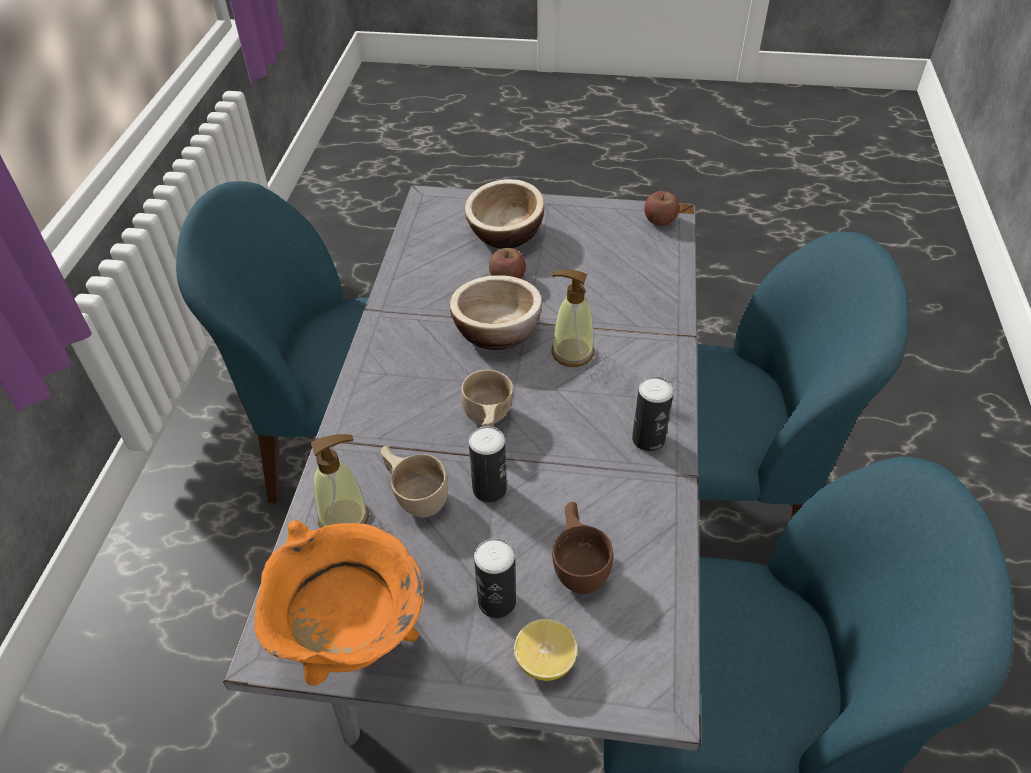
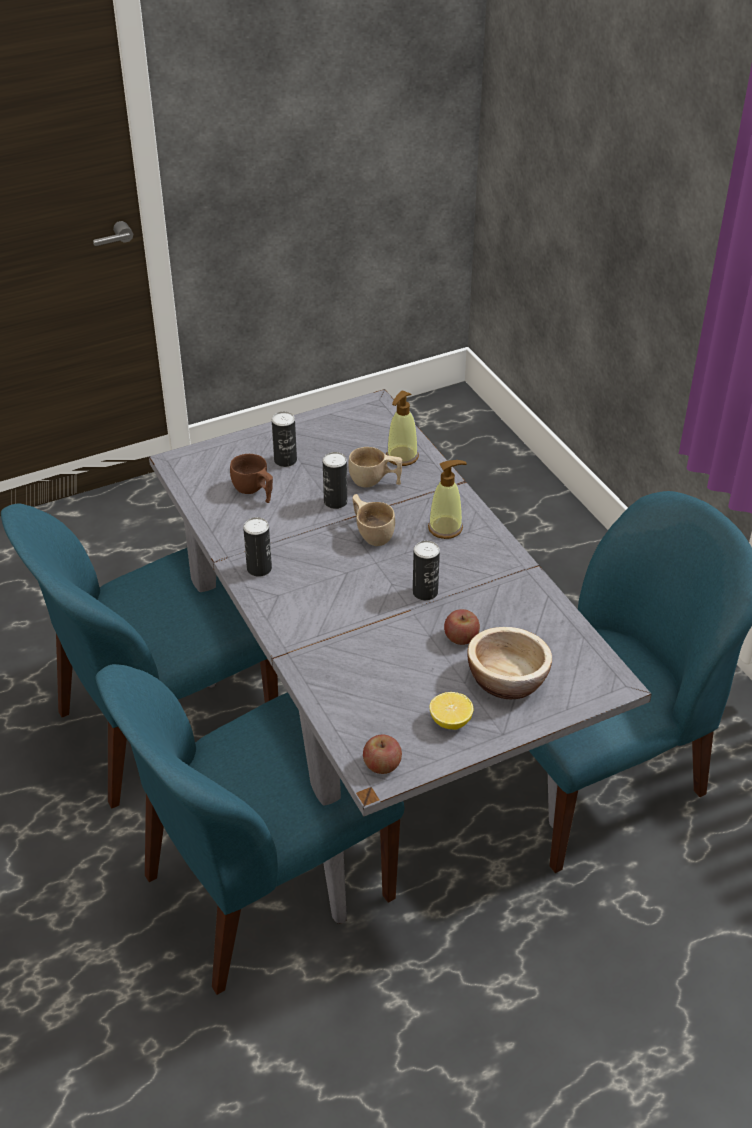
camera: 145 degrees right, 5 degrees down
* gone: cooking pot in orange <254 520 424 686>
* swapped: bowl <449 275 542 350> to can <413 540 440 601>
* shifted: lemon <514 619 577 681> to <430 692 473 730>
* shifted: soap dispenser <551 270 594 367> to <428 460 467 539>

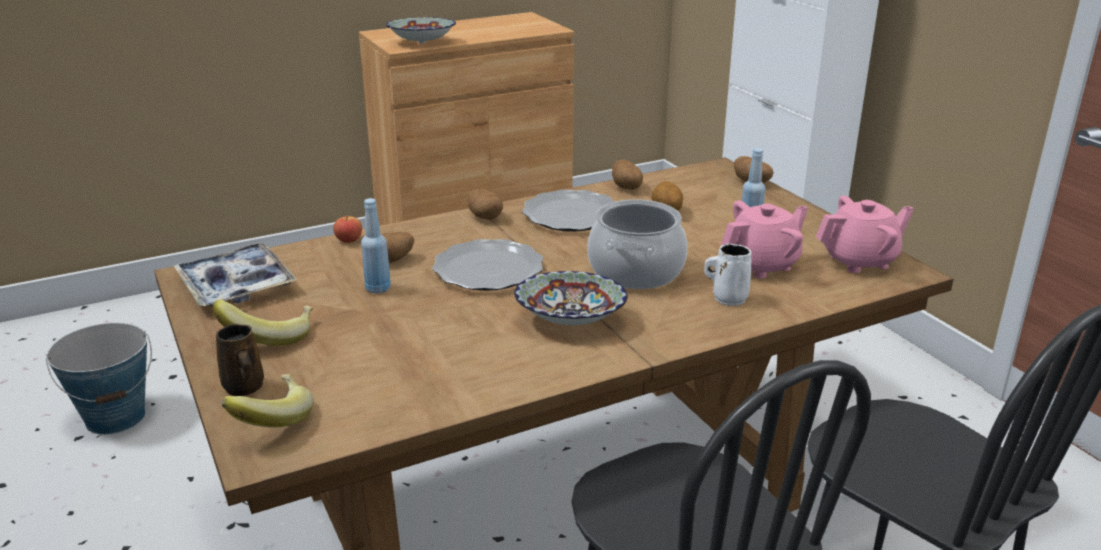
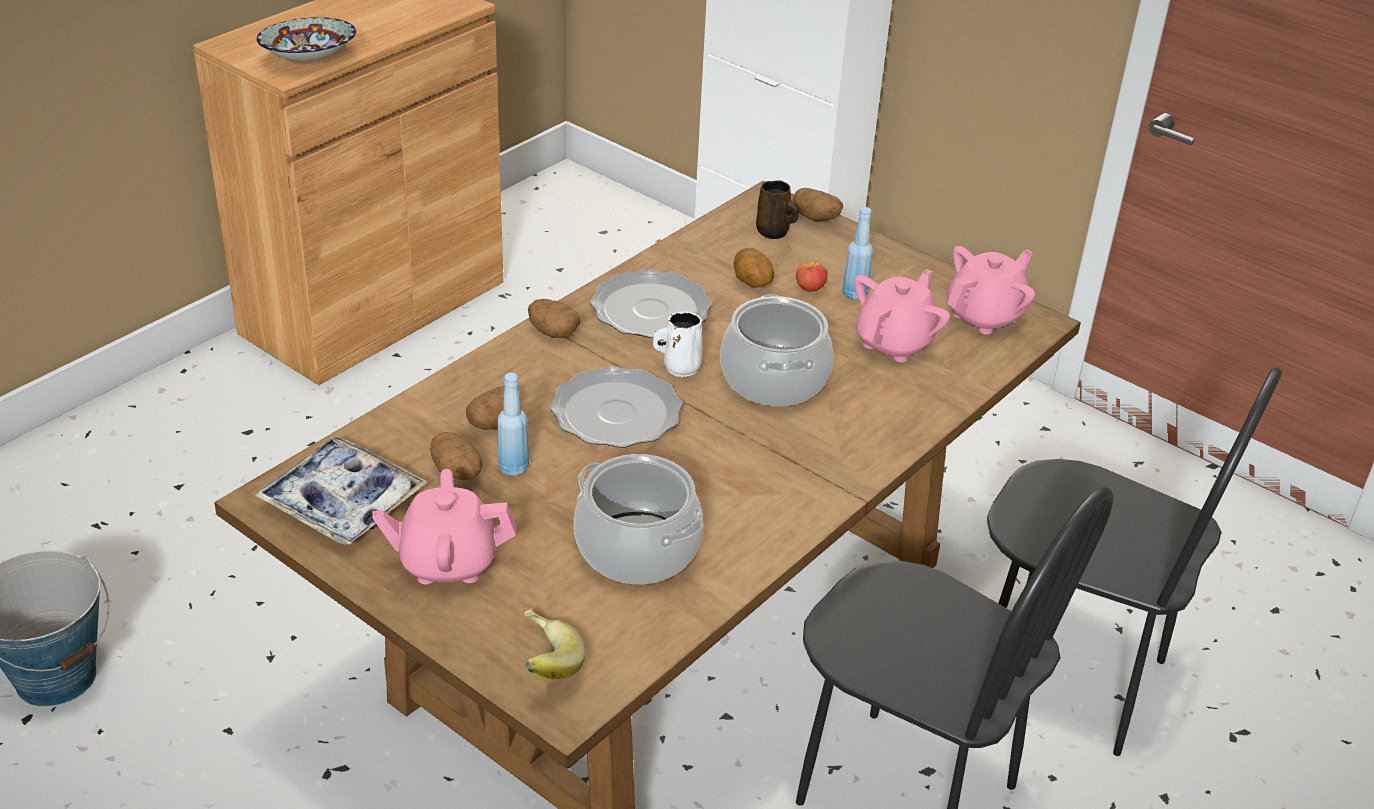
camera: 25 degrees left, 10 degrees up
* swapped: banana <213 300 314 346> to teapot in pink <372 469 516 584>
* shifted: mug in brown <216 324 264 396> to <756 180 799 239>
* shifted: apple <333 215 362 243> to <796 261 828 292>
* gone: bowl <514 271 628 325>
* shifted: potato <612 160 643 190> to <430 432 482 480>
* shifted: mug in white <704 244 752 306> to <653 312 703 377>
* new: cooking pot <574 454 704 584>

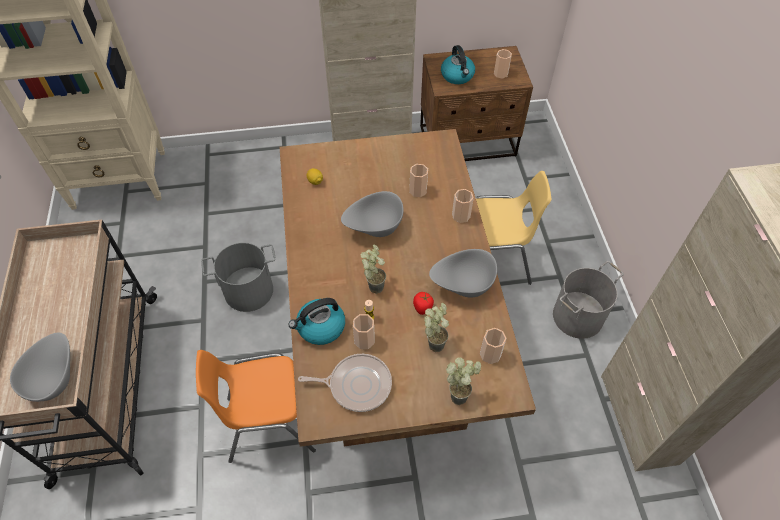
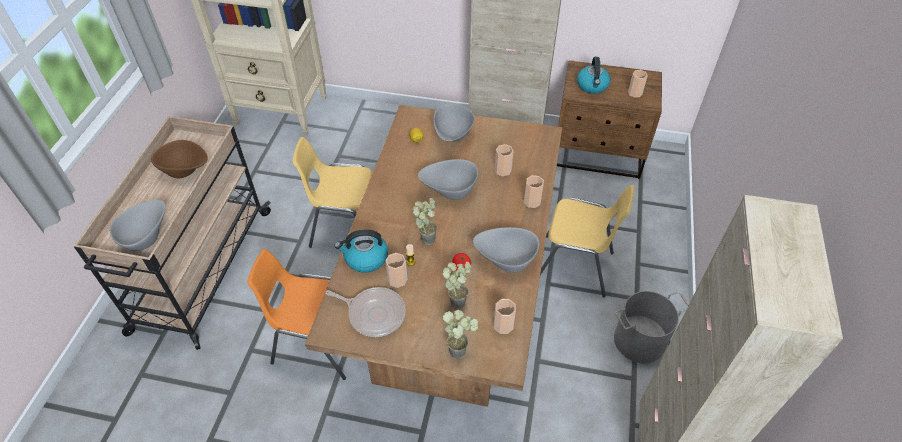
camera: 20 degrees right, 5 degrees down
* swapped: bucket in grey <201 242 276 312> to chair in yellow <292 137 373 248>
* new: bowl in brown <151 140 208 178>
* new: bowl in grey <433 103 475 142>

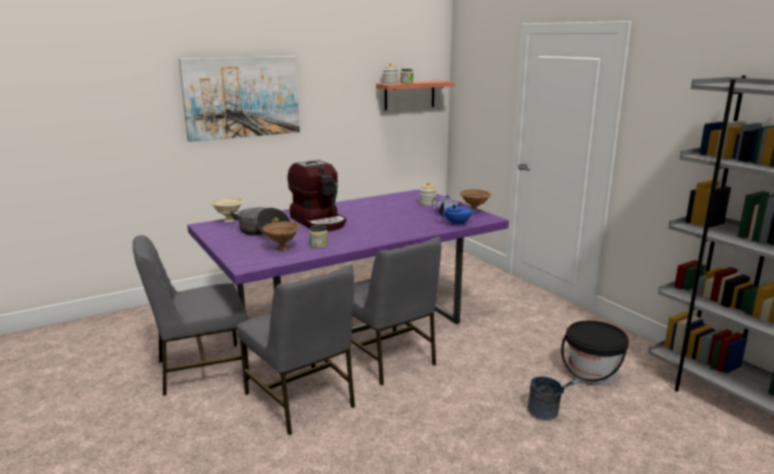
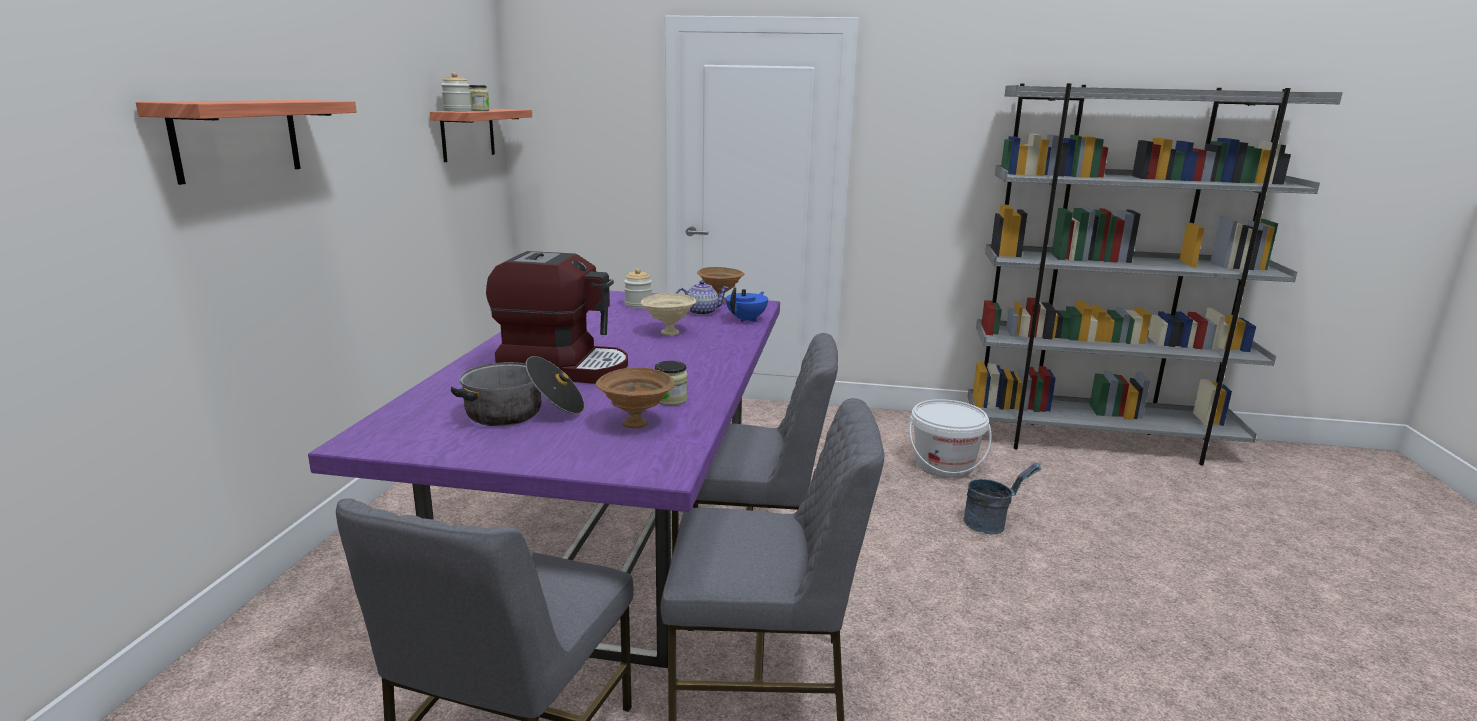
camera: 50 degrees left, 0 degrees up
* swapped: picture <179 56 300 142> to shelf <136 100 357 185>
* shifted: bowl in beige <210 197 244 223> to <641 293 697 336>
* repainted: bucket in black <561 321 629 386> to bucket in white <909 399 992 478>

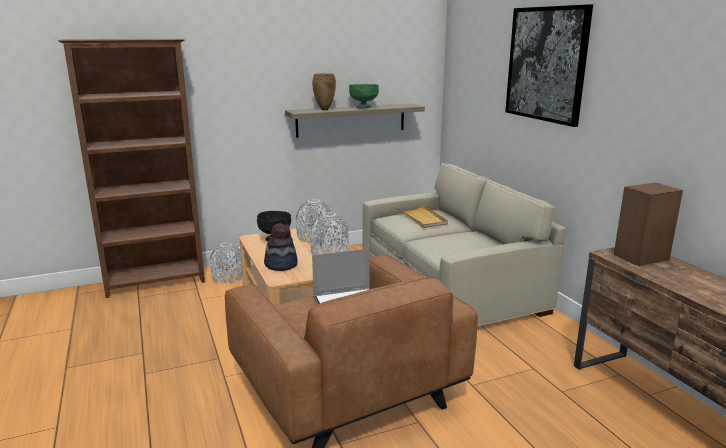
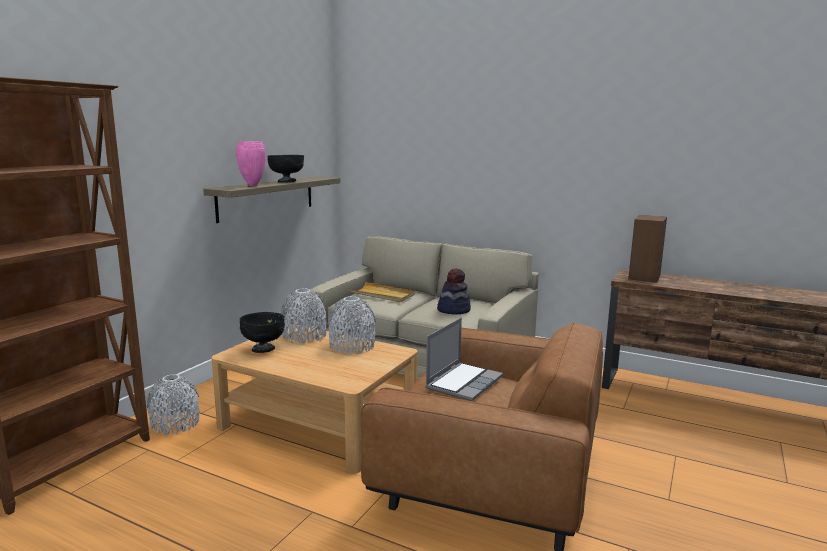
camera: 40 degrees left, 5 degrees down
* shifted: hat <264 223 298 271> to <437 268 471 315>
* repainted: vase in brown <312 73 336 110> to vase in pink <236 141 266 186>
* repainted: bowl in green <349 84 379 108> to bowl in black <268 155 304 182>
* gone: picture <505 4 593 127>

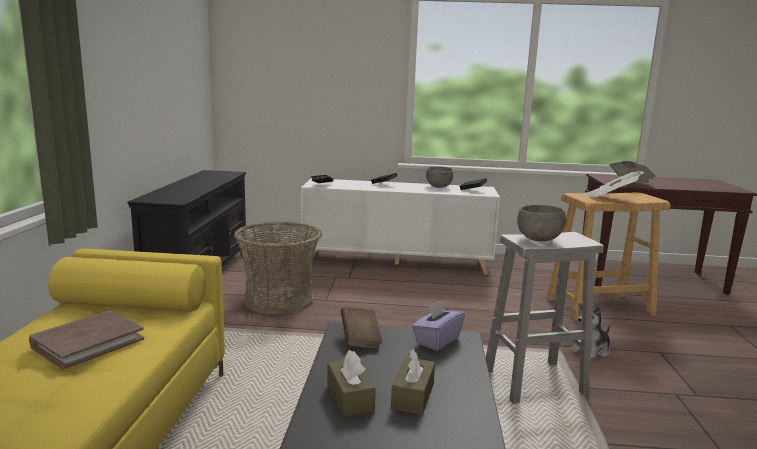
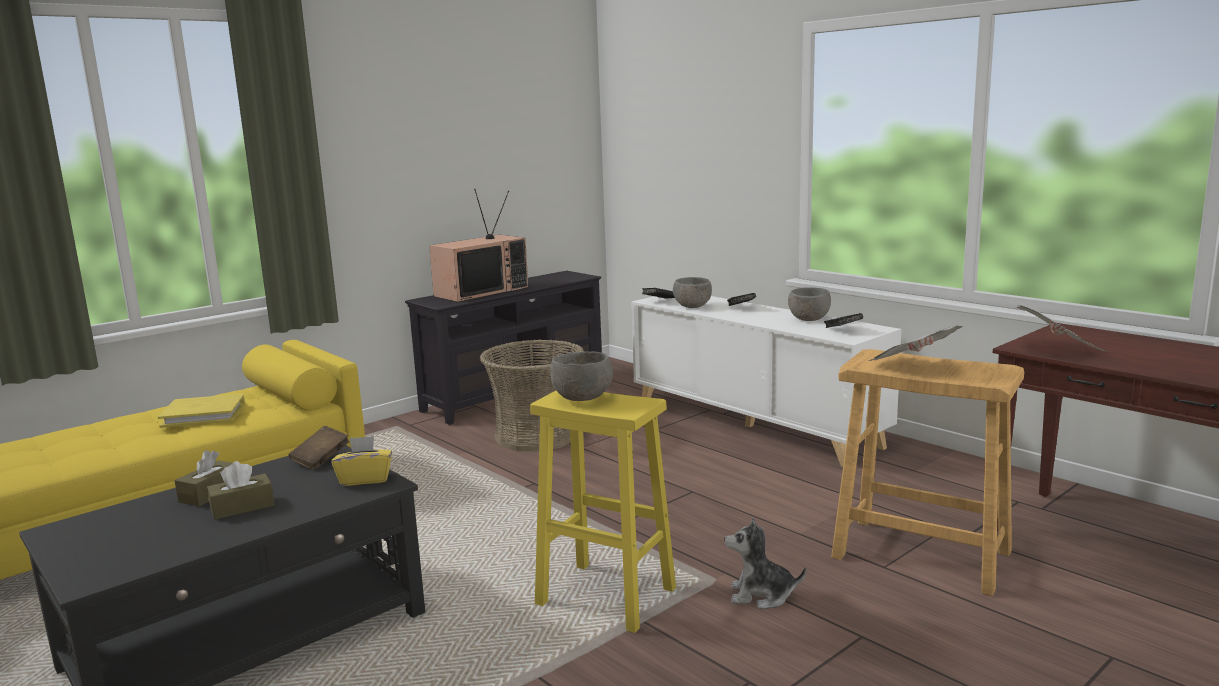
camera: 45 degrees right, 0 degrees up
* repainted: book in brown <29 311 144 370> to book in yellow <158 394 245 428>
* repainted: tissue box in purple <412 300 465 351> to tissue box in yellow <332 436 392 486>
* repainted: stool in white <486 232 604 404> to stool in yellow <530 391 676 633>
* new: television <429 189 528 303>
* new: bowl in grey <673 277 712 308>

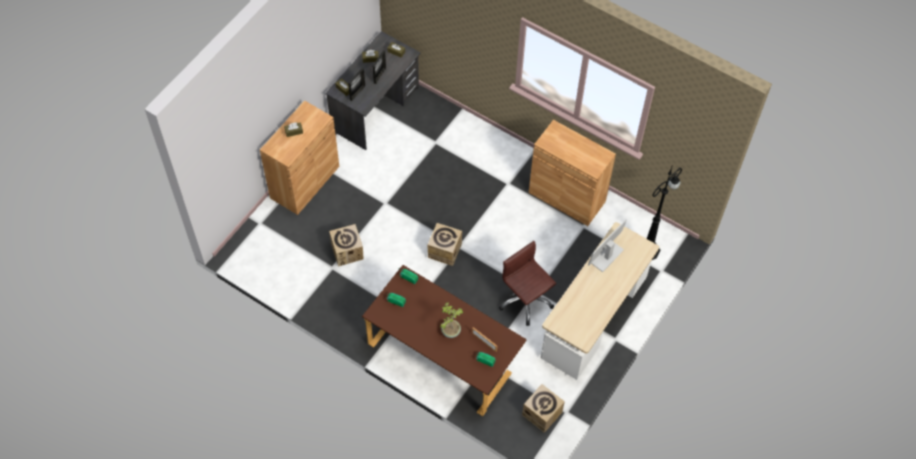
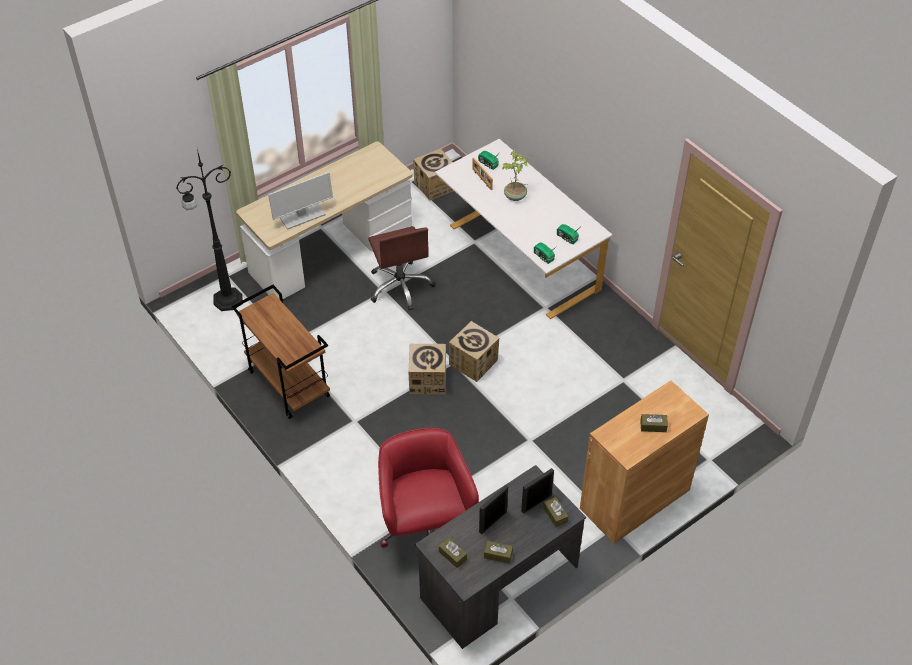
camera: 160 degrees left, 10 degrees down
* shifted: cardboard box <329 224 364 267> to <408 344 446 395>
* repainted: desk in brown <362 265 527 416> to desk in white <435 139 612 319>
* swapped: cabinet in brown <529 120 616 226> to cart in brown <231 285 330 419>
* new: office chair in red <378 428 479 547>

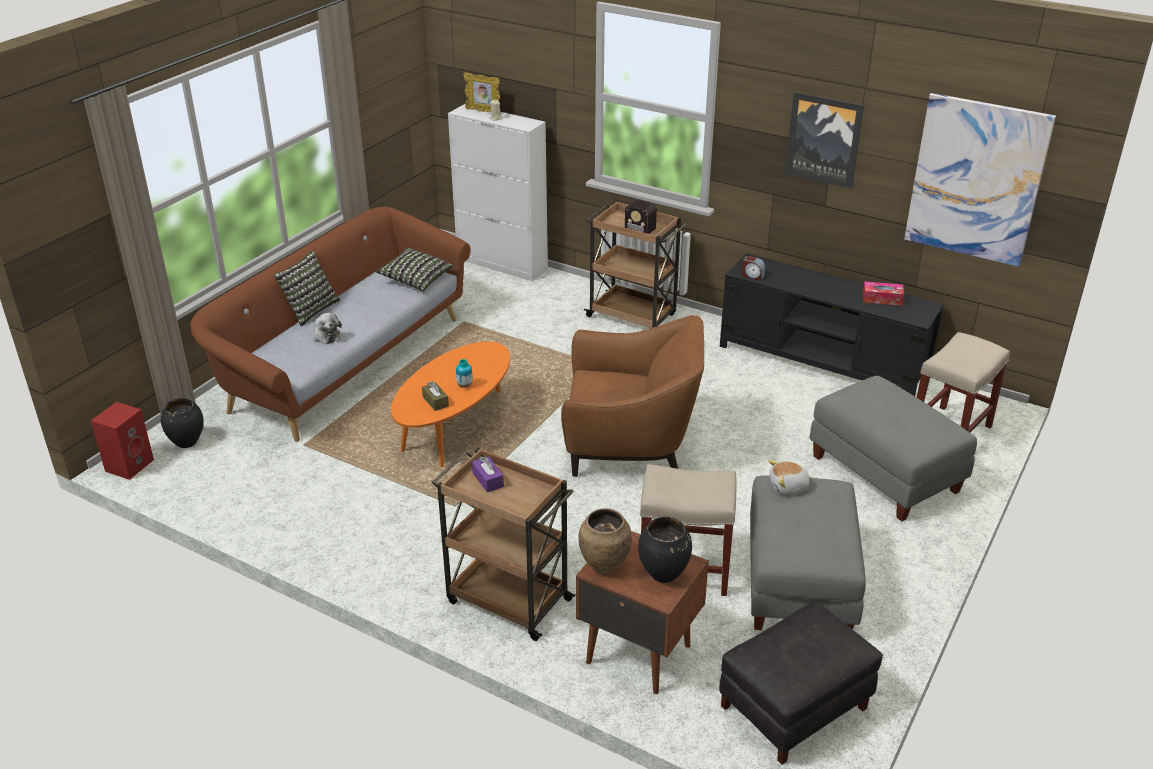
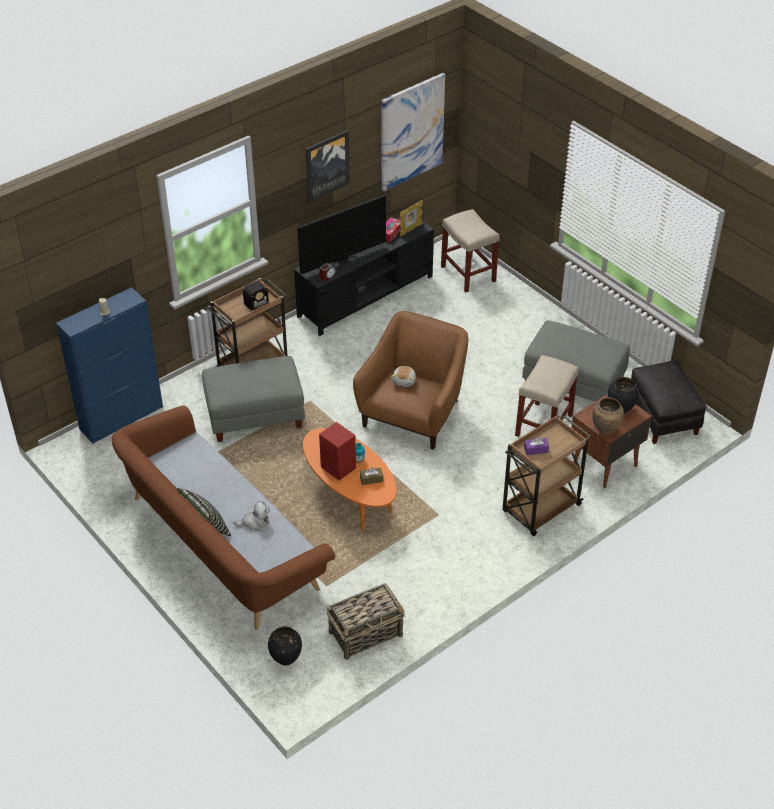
camera: 70 degrees left, 10 degrees up
* shifted: speaker in red <91 402 154 480> to <319 422 356 480>
* gone: pillow <376 248 453 291>
* repainted: cabinet in white <448 104 548 281> to cabinet in blue <56 287 163 443>
* shifted: picture frame <463 72 501 114> to <400 200 423 237>
* shifted: plush toy <768 460 813 495> to <391 366 416 387>
* shifted: ottoman in grey <810 376 977 521> to <202 356 305 442>
* new: television <297 195 386 274>
* new: basket <327 583 405 660>

